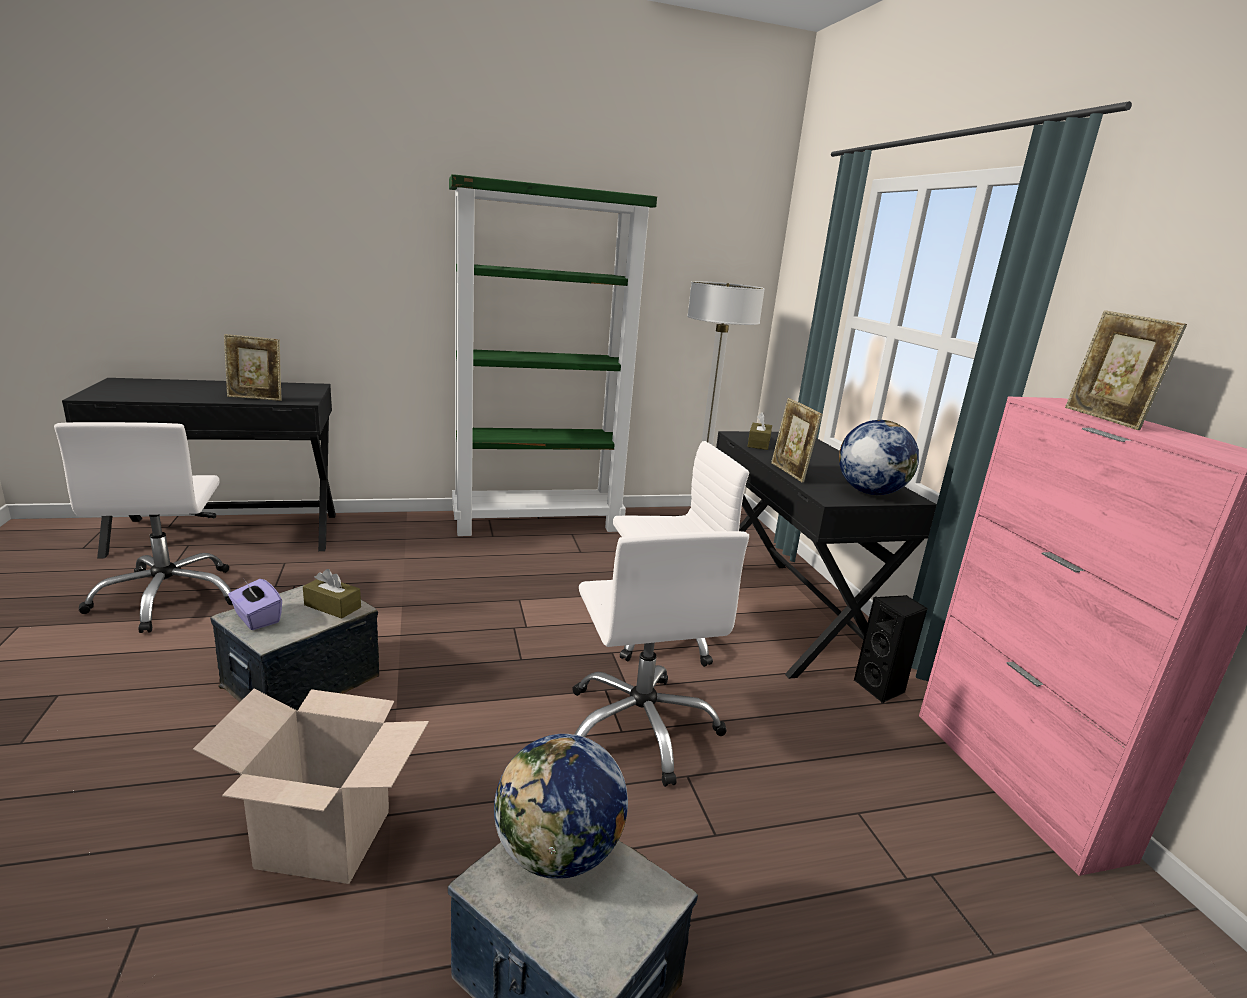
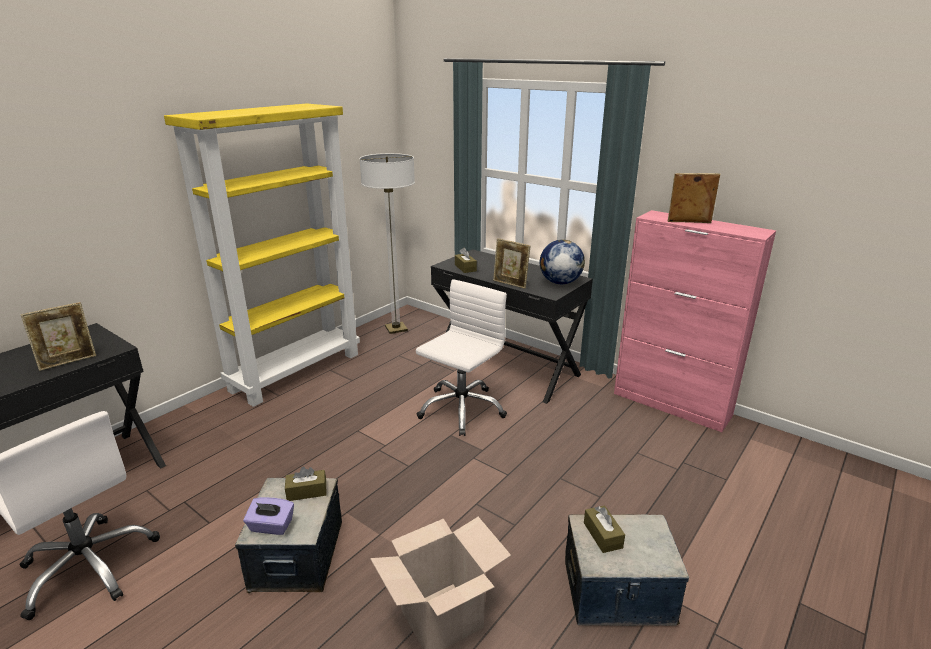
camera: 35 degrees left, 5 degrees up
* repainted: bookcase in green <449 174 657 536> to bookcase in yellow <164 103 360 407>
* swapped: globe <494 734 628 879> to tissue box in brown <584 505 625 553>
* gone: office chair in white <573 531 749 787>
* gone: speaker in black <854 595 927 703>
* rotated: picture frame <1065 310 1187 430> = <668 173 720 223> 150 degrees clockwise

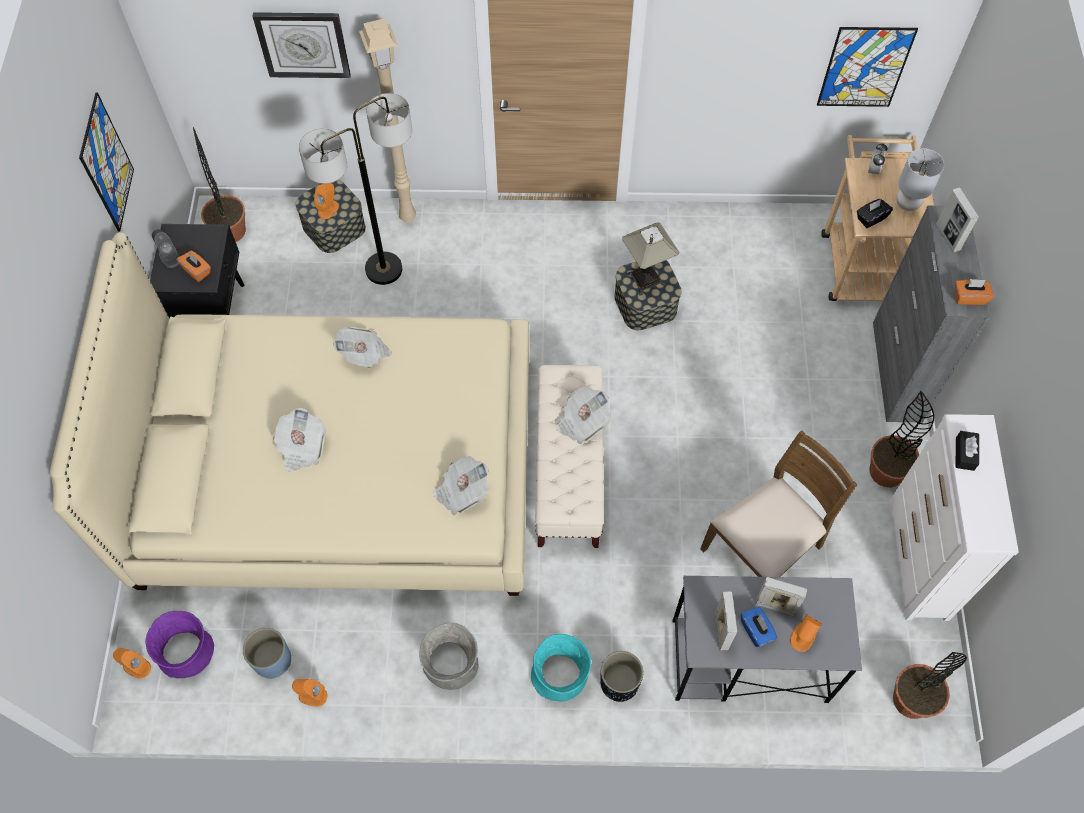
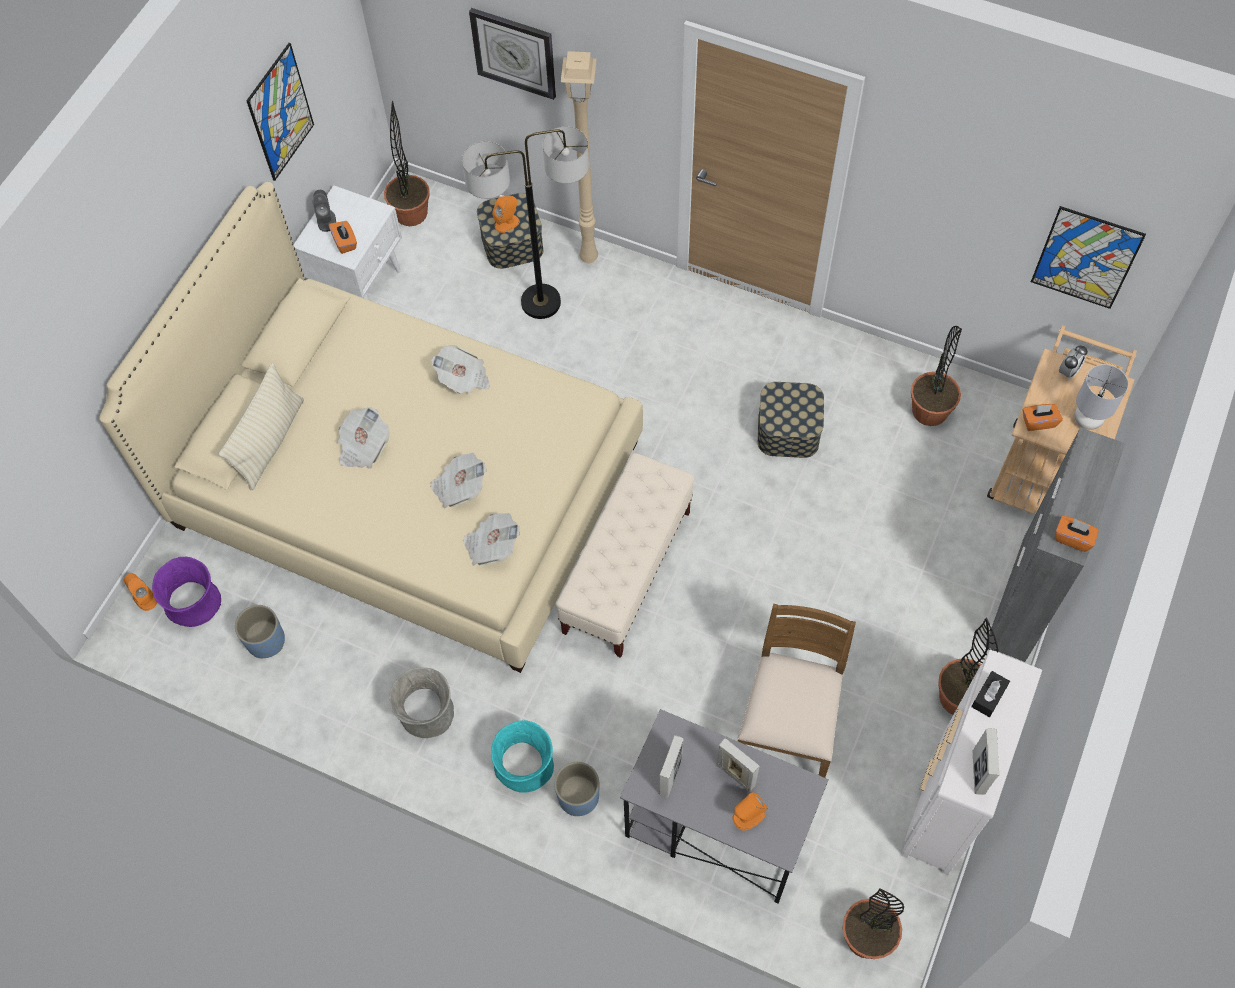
camera: 25 degrees right, 0 degrees up
* repainted: nightstand in black <150 224 245 317> to nightstand in white <294 185 402 300>
* gone: speaker in orange <292 679 327 707>
* shifted: newspaper <556 387 611 444> to <430 453 487 508>
* repainted: planter in black <600 651 643 702> to planter in blue <554 762 599 816>
* gone: table lamp <622 222 679 296>
* rotated: chair in brown <700 431 857 577> = <738 604 856 778> 60 degrees counterclockwise
* gone: tissue box in blue <741 607 777 647>
* repainted: tissue box in black <857 199 893 228> to tissue box in orange <1022 404 1063 431>
* shifted: picture frame <936 187 979 252> to <973 728 1000 795>
* new: pillow in beige <219 363 304 490>
* new: potted plant <911 326 962 426>

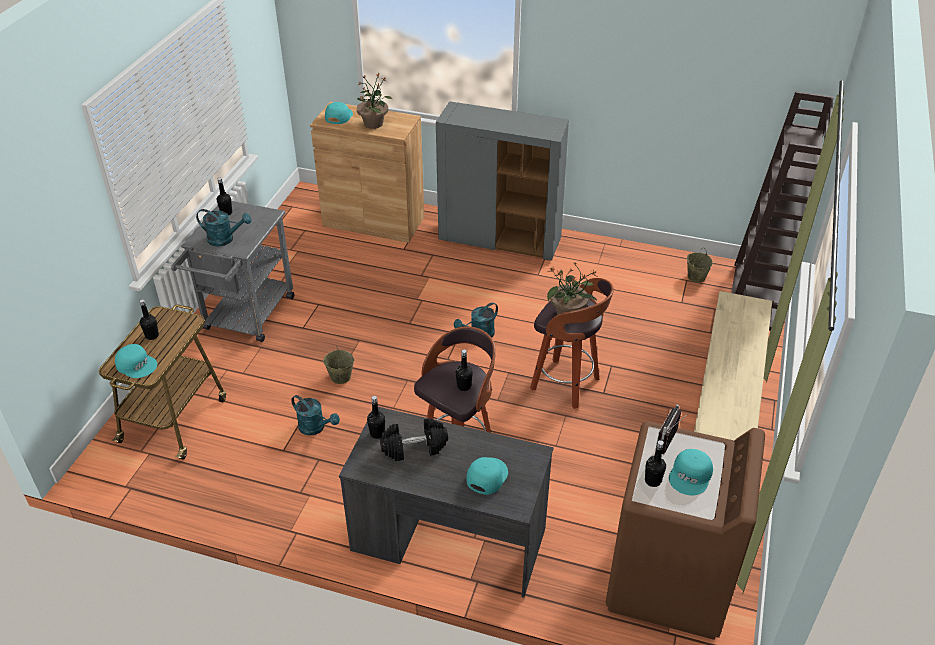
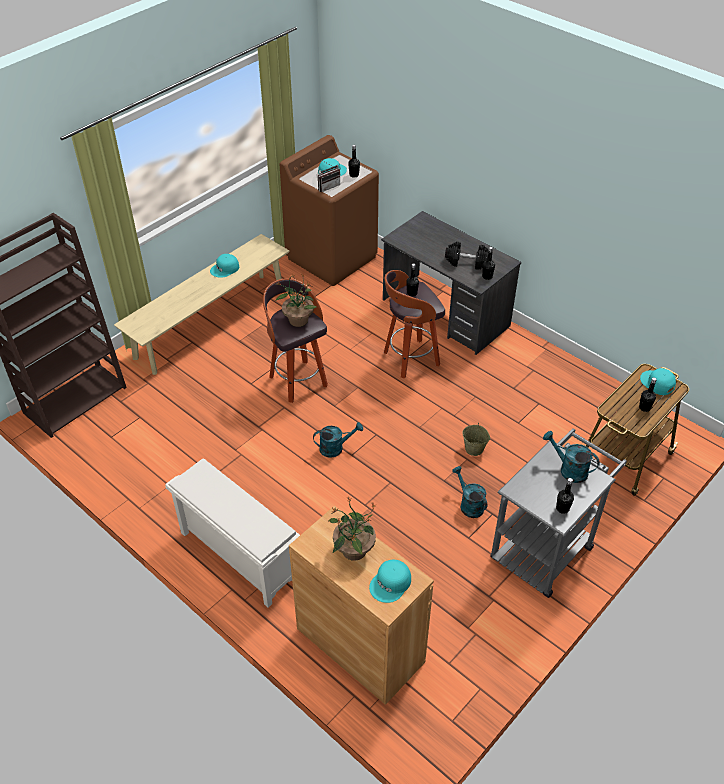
camera: 155 degrees left, 5 degrees up
* shifted: watering can in turquoise <291 395 340 436> to <452 466 487 518>
* swapped: cabinet in grey <436 101 569 261> to shoe rack in white <165 458 300 608>
* shifted: cap in turquoise <467 457 508 495> to <210 254 239 278>
* gone: bucket in beige <687 248 713 283>

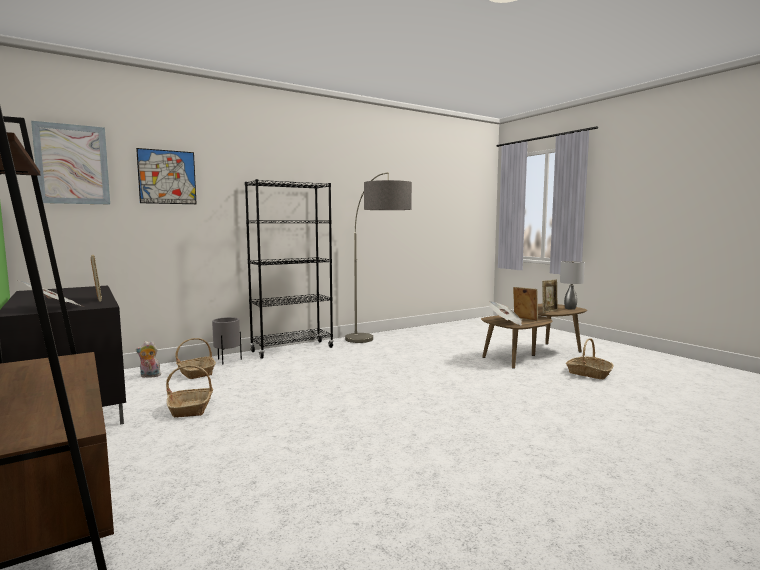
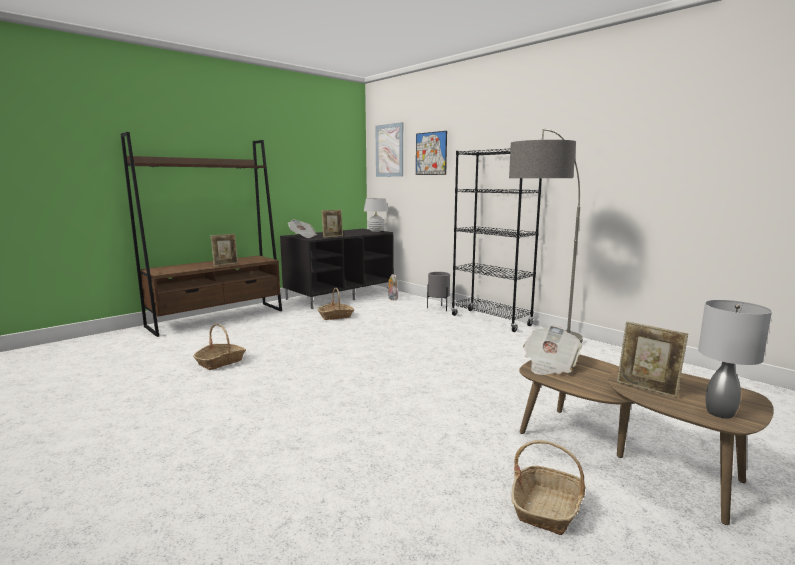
camera: 80 degrees right, 5 degrees up
* shifted: basket <175 338 216 379> to <193 324 246 370>
* shifted: picture frame <513 287 538 321> to <211 234 238 266>
* new: table lamp in white <364 198 388 232>

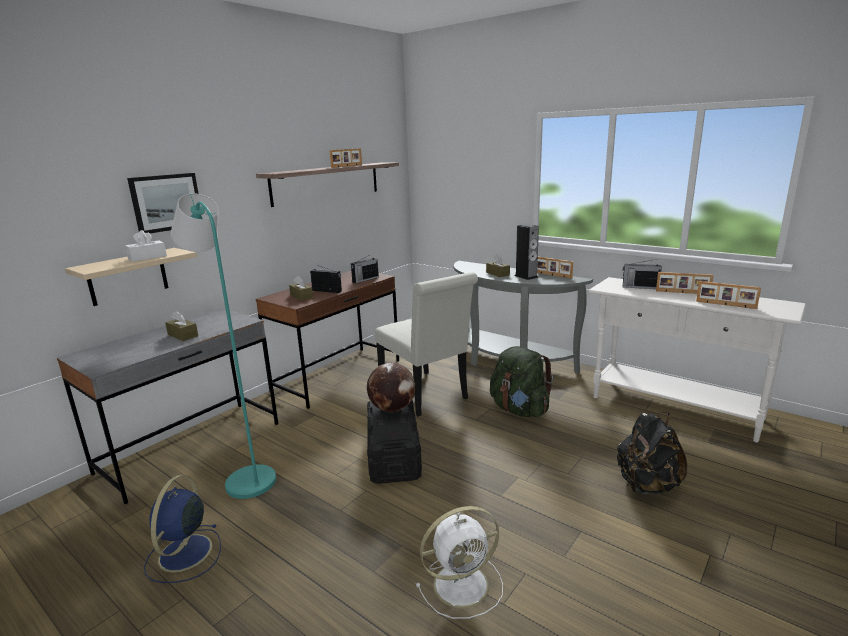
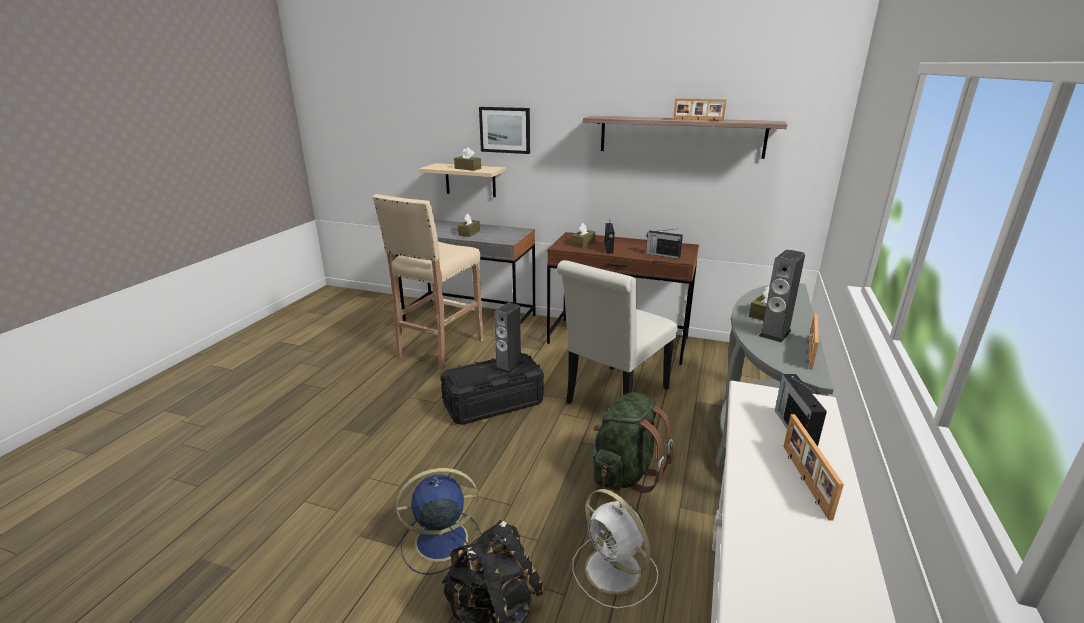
camera: 70 degrees right, 5 degrees up
* repainted: tissue box in white <125 230 167 262> to tissue box in brown <454 147 481 171>
* shifted: fan in blue <144 475 221 583> to <396 468 481 575>
* swapped: floor lamp in turquoise <171 193 276 499> to stool in beige <372 194 483 370>
* swapped: globe <367 363 415 412> to speaker <494 302 523 374>
* shifted: fan in white <416 506 503 619> to <573 489 658 609>
* gone: picture frame <696 281 761 309>

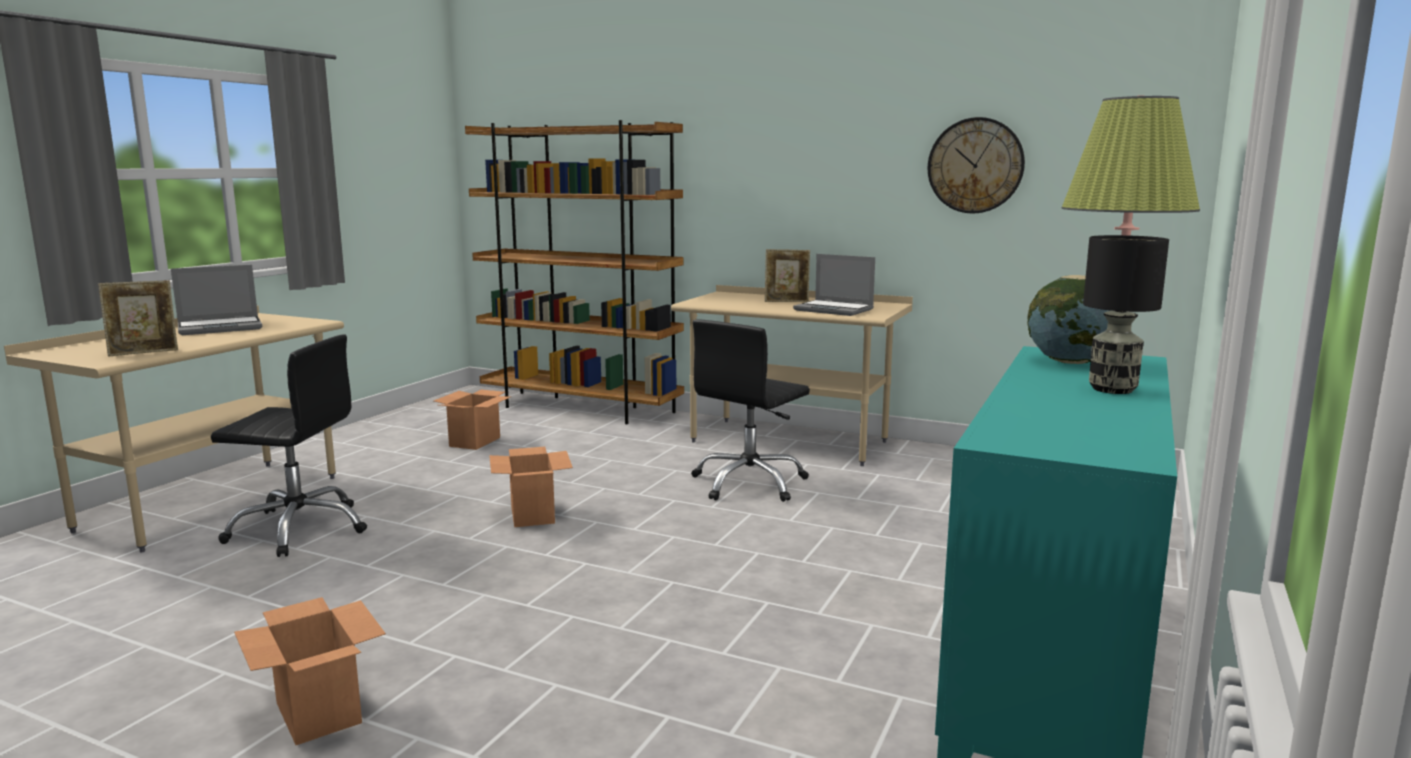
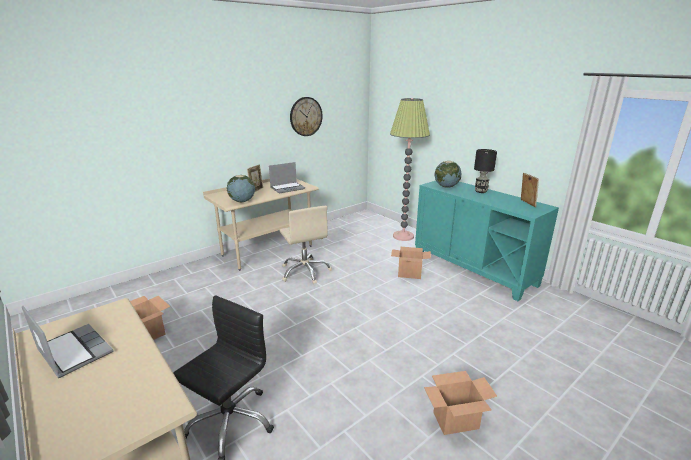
camera: 65 degrees left, 10 degrees up
* shifted: picture frame <98 280 178 357> to <521 173 539 208>
* rotated: laptop <171 265 262 335> = <22 306 114 378> 45 degrees counterclockwise
* gone: bookcase in brown <465 120 684 424>
* shifted: cardboard box <489 447 573 527> to <391 247 431 279>
* repainted: office chair in black <691 319 810 502> to office chair in beige <280 206 332 284>
* new: globe <227 175 255 203>

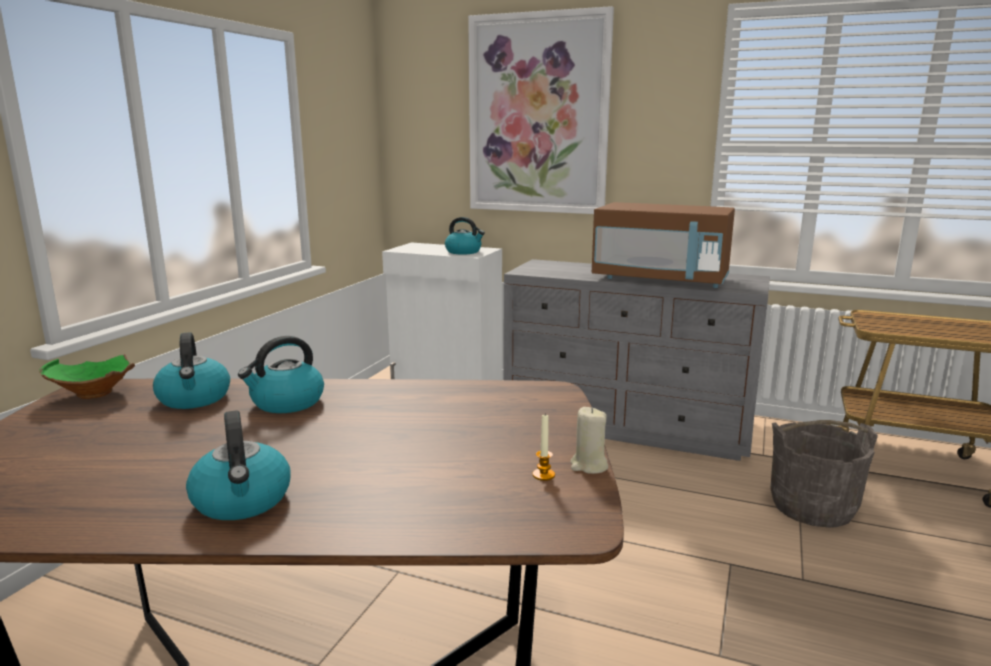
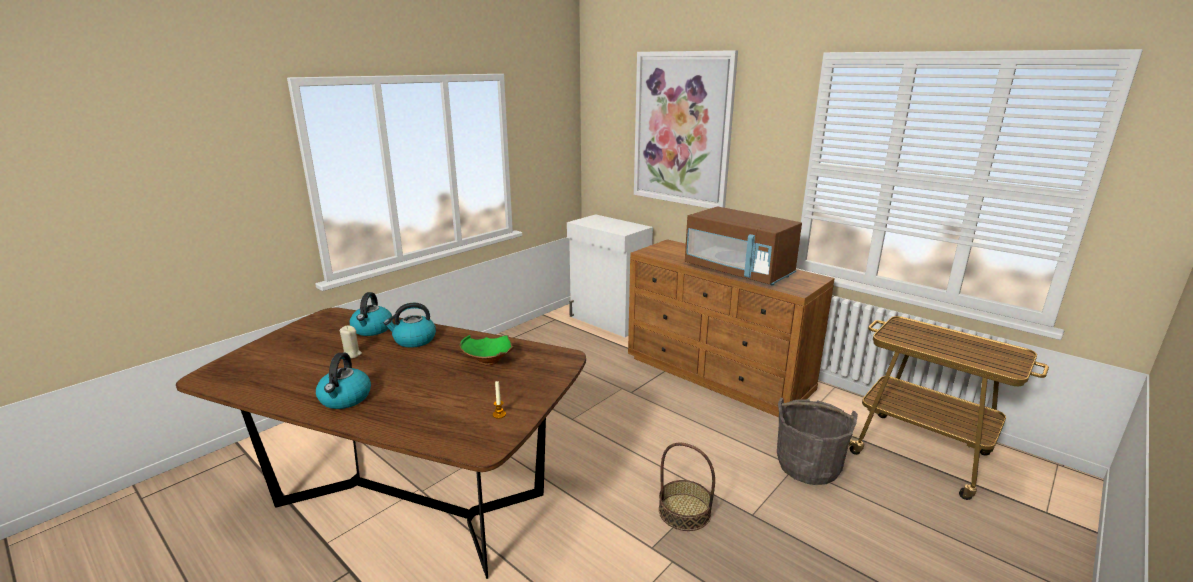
camera: 20 degrees right, 5 degrees up
* shifted: bowl in green <39 354 135 399> to <460 335 514 365>
* gone: kettle <445 217 485 255>
* repainted: dresser in grey <503 259 770 461> to dresser in brown <628 239 835 417>
* shifted: candle in beige <570 407 608 474> to <340 325 362 358>
* new: basket <659 443 715 531>

